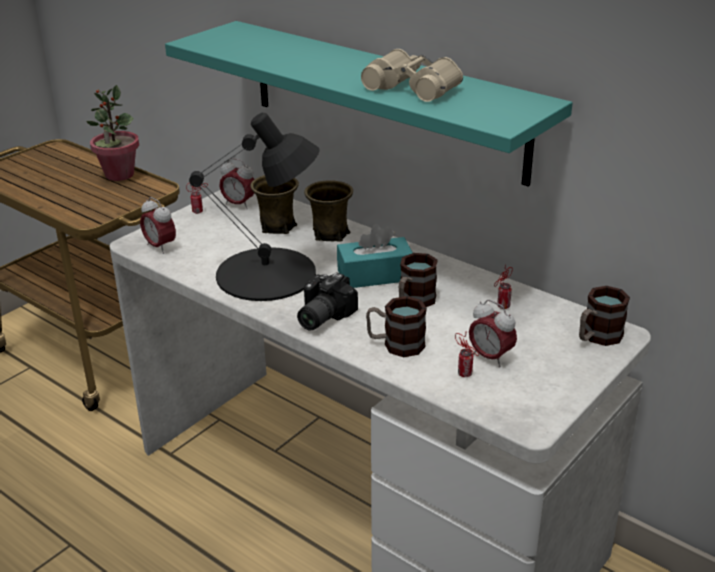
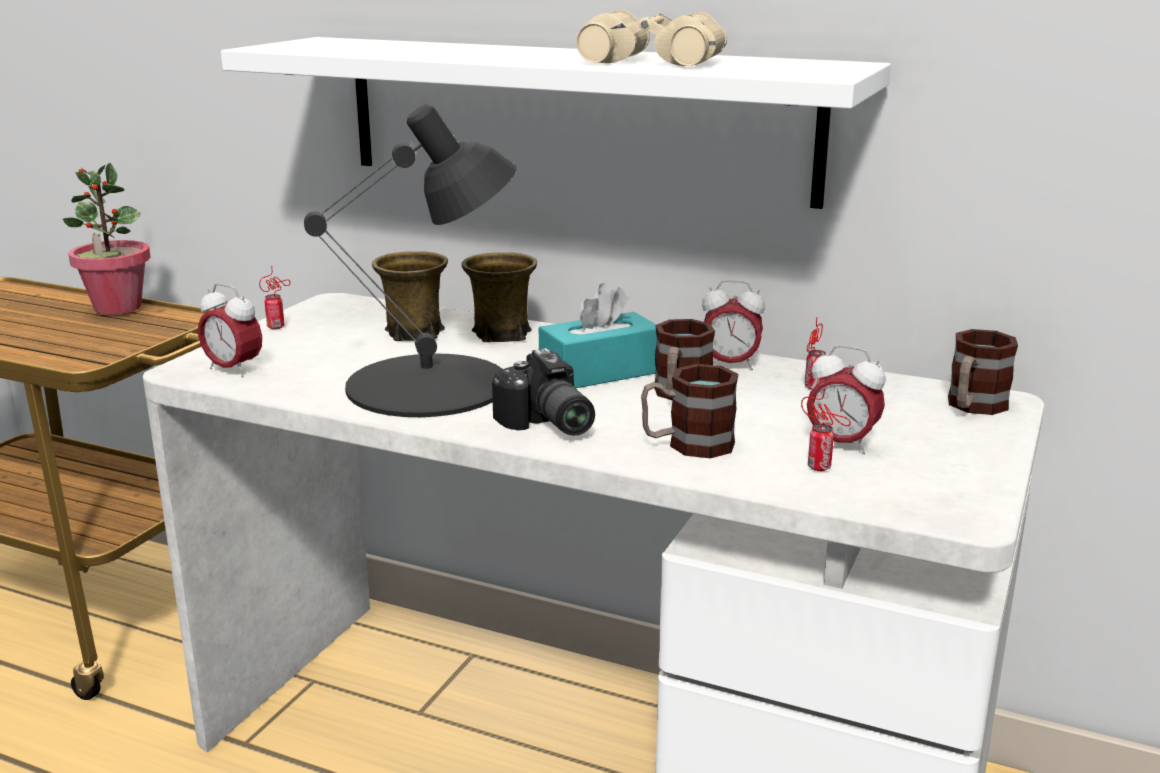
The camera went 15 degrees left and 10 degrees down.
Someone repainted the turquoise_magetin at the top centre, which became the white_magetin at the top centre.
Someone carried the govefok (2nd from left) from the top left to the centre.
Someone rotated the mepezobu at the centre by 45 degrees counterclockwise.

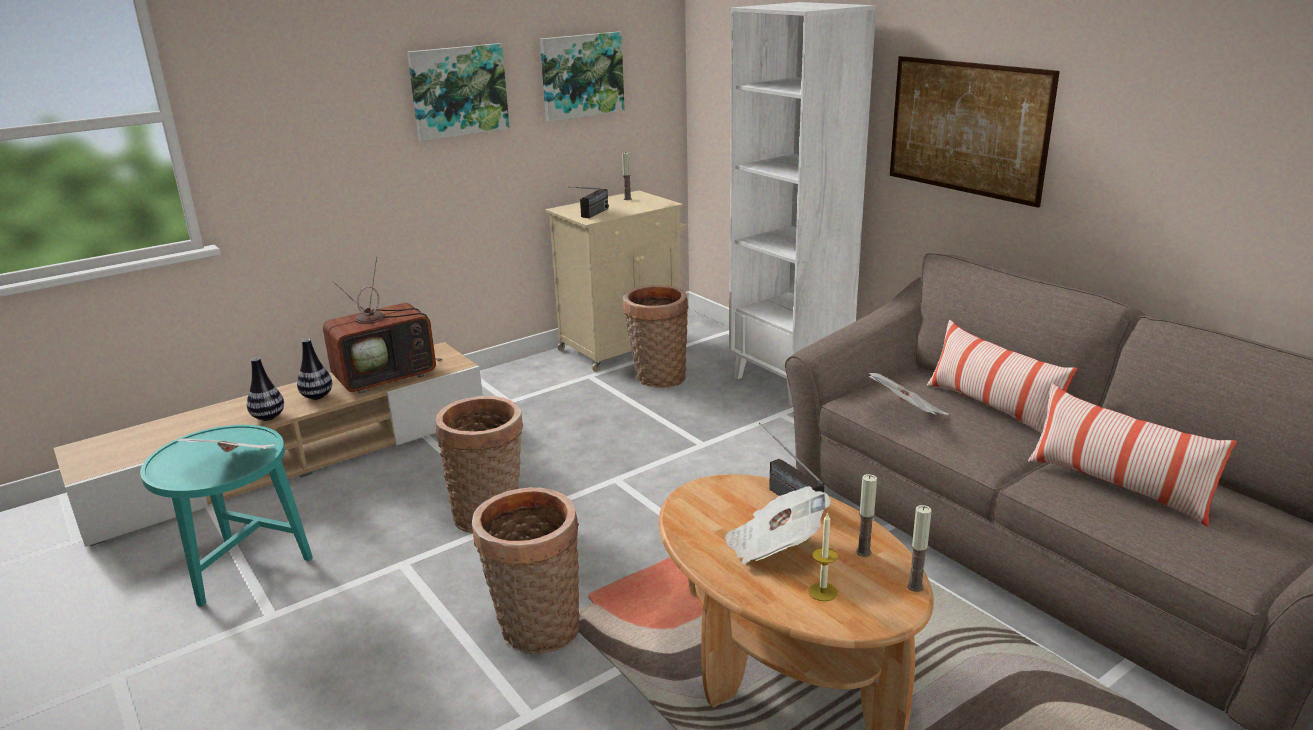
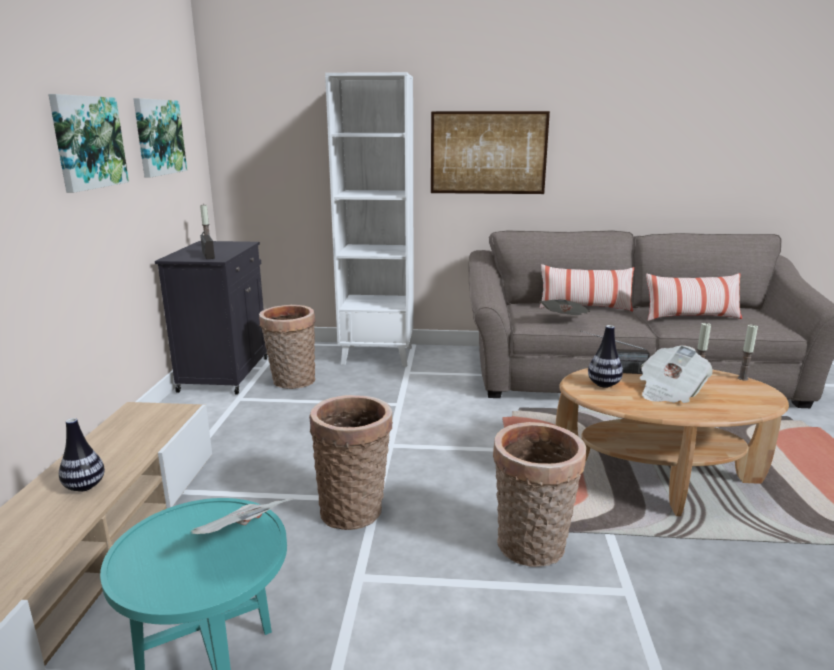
The camera went 50 degrees left and 5 degrees down.
Someone carried the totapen (1st from left in the first image) from the middle left to the middle right.
Someone took away the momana at the middle left.
Someone repainted the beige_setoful at the centre, which became the black_setoful at the middle left.
Someone took away the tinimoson (2nd from left) at the bottom centre.

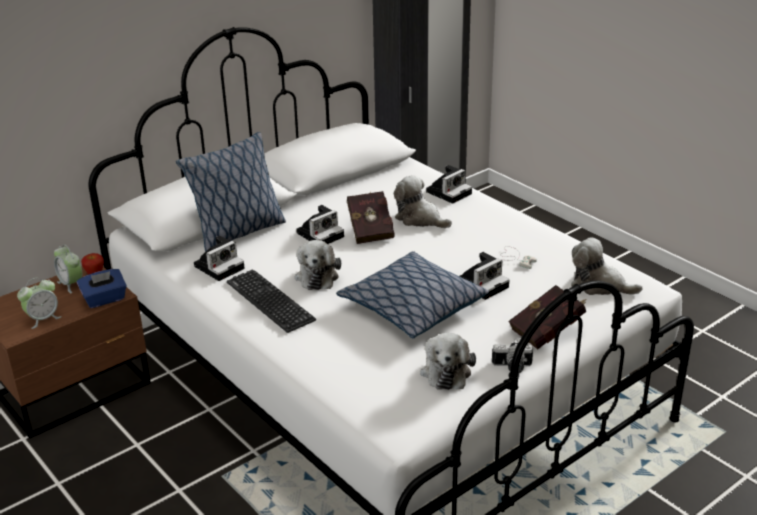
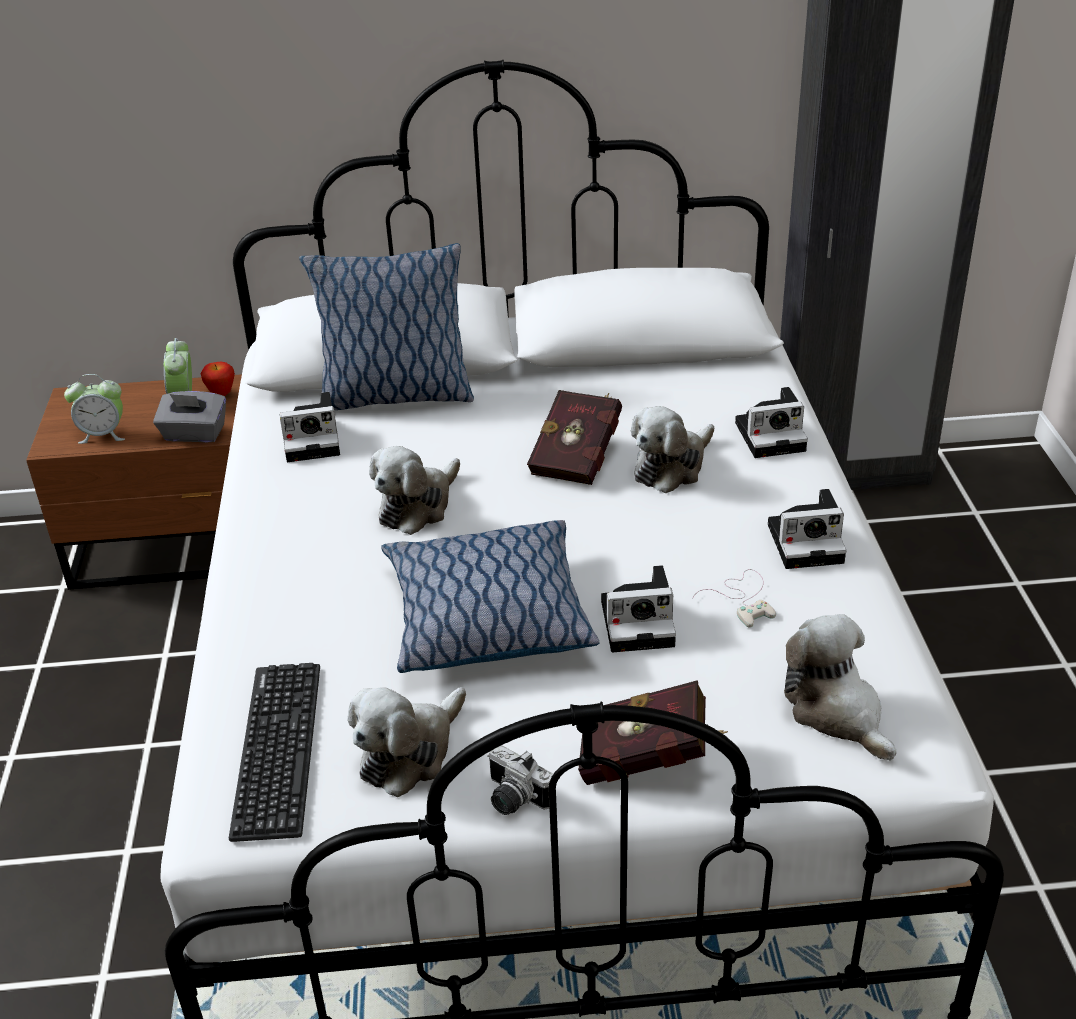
The camera went 35 degrees right and 5 degrees up.
Someone repainted the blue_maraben at the middle left, which became the grey_maraben at the middle left.
Someone carried the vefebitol from the centre to the bottom left.
Someone carried the mepezobu (2nd from left in the first image) from the centre to the middle right.
Someone rotated the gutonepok (2nd from left in the first image) at the centre by 120 degrees counterclockwise.

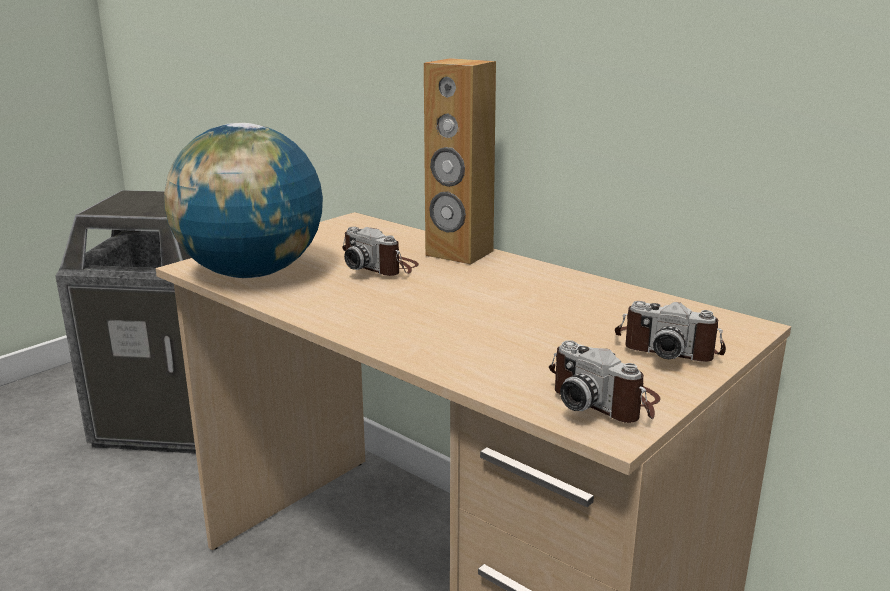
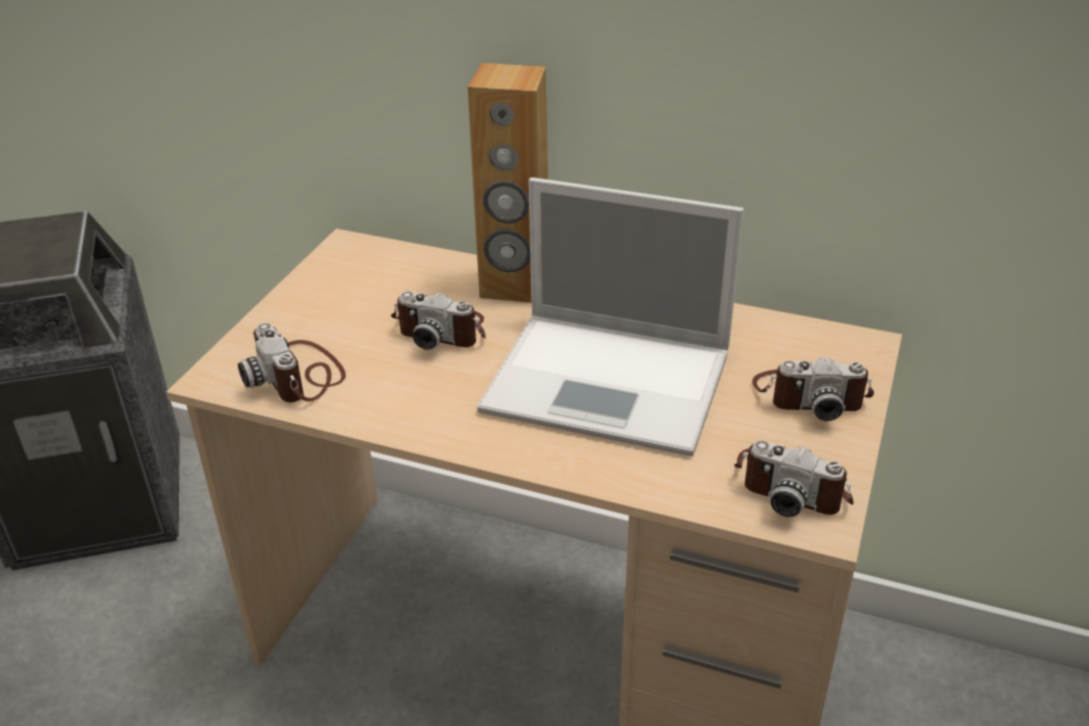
The camera went 20 degrees left and 15 degrees up.
Someone swapped the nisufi at the middle left for the mepezobu (1st from left) at the middle left.
Someone put down the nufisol at the centre.

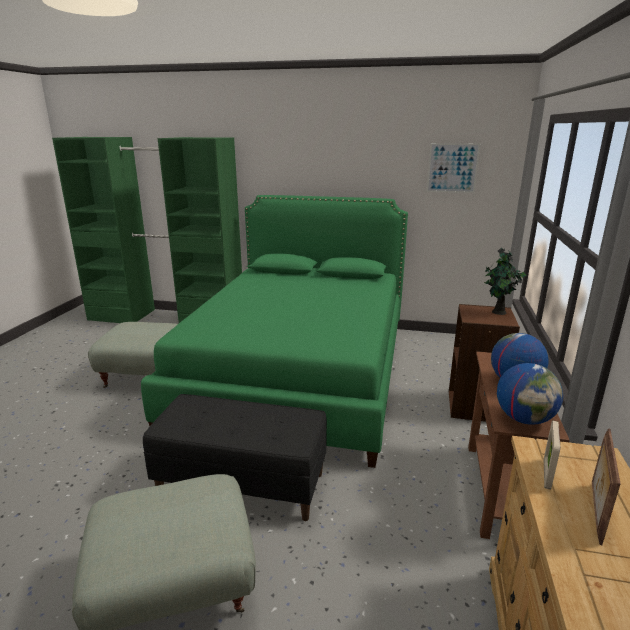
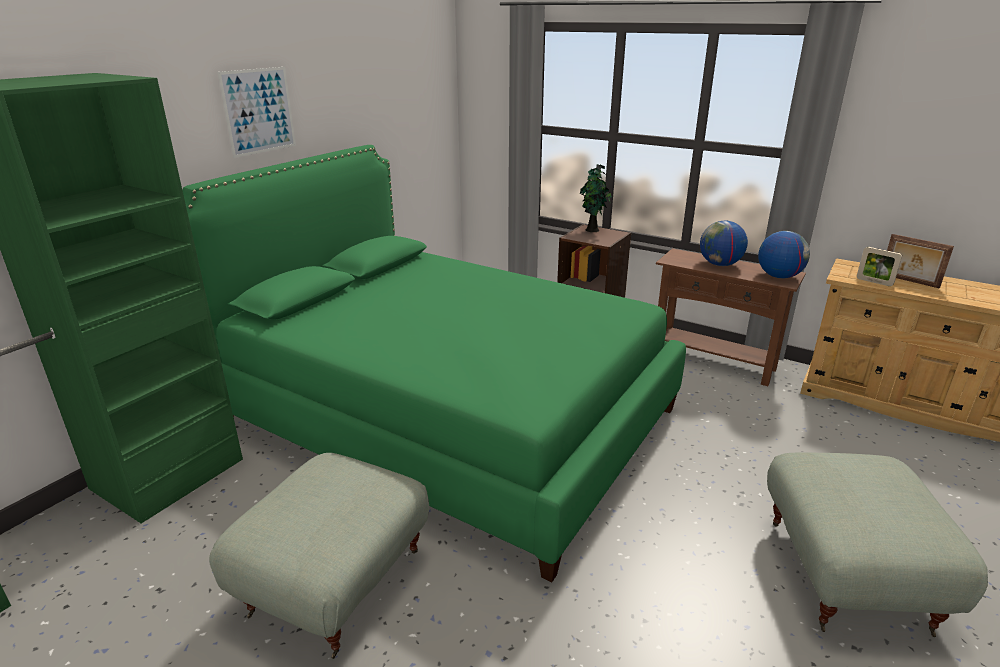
The camera went 70 degrees left and 5 degrees up.
Someone took away the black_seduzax at the bottom centre.
Someone carried the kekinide from the top right to the top left.

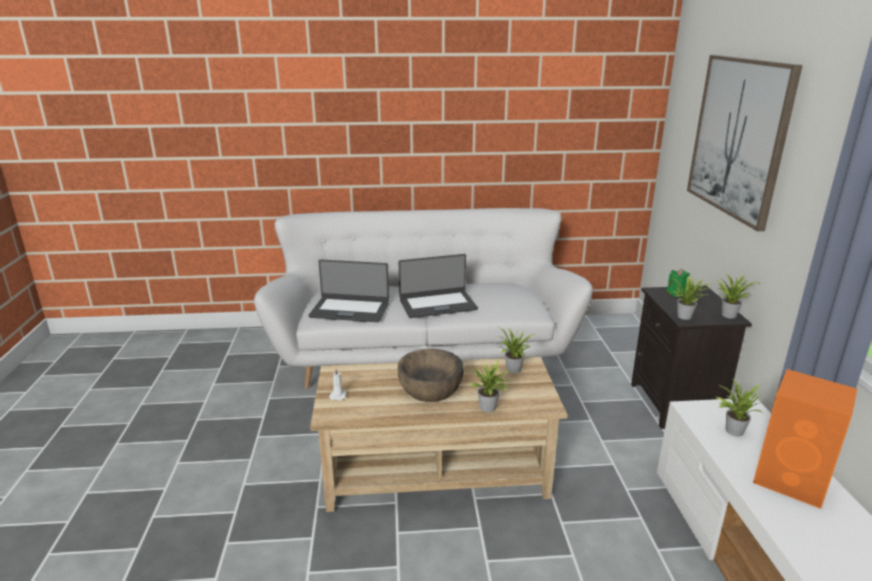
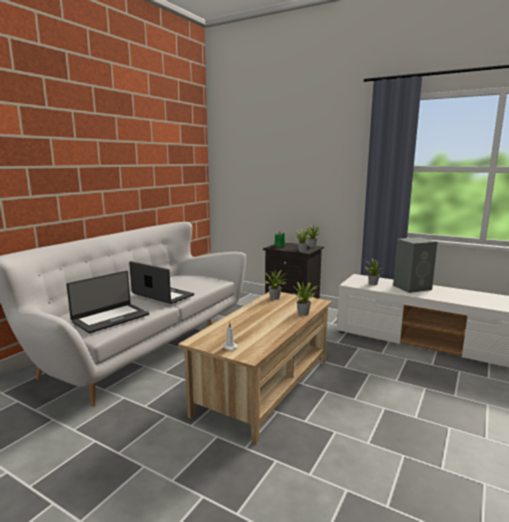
The camera went 55 degrees left and 10 degrees down.
Someone took away the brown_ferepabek at the centre.
Someone rotated the nufisol (2nd from left) at the centre by 75 degrees counterclockwise.
Someone took away the kekinide at the top right.
Someone repainted the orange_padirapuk at the bottom right, which became the grey_padirapuk at the middle right.

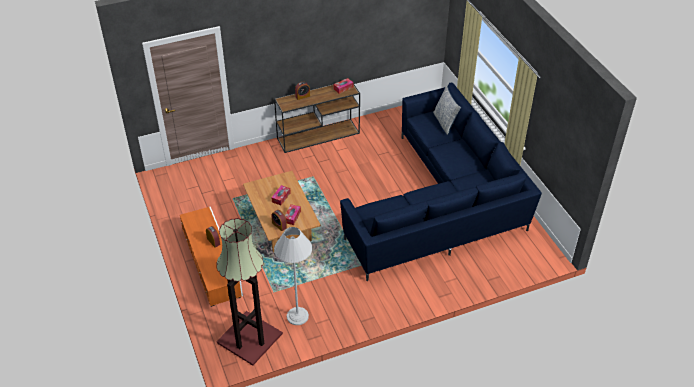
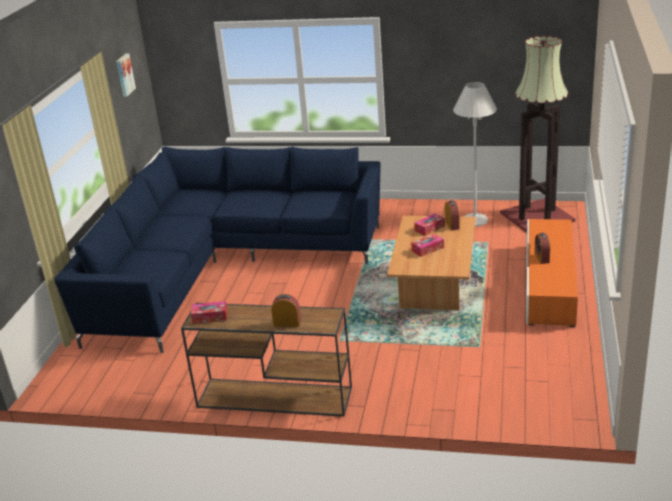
The camera went 145 degrees left and 15 degrees down.
Someone took away the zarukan at the top centre.
Someone put up the kekinide at the top left.

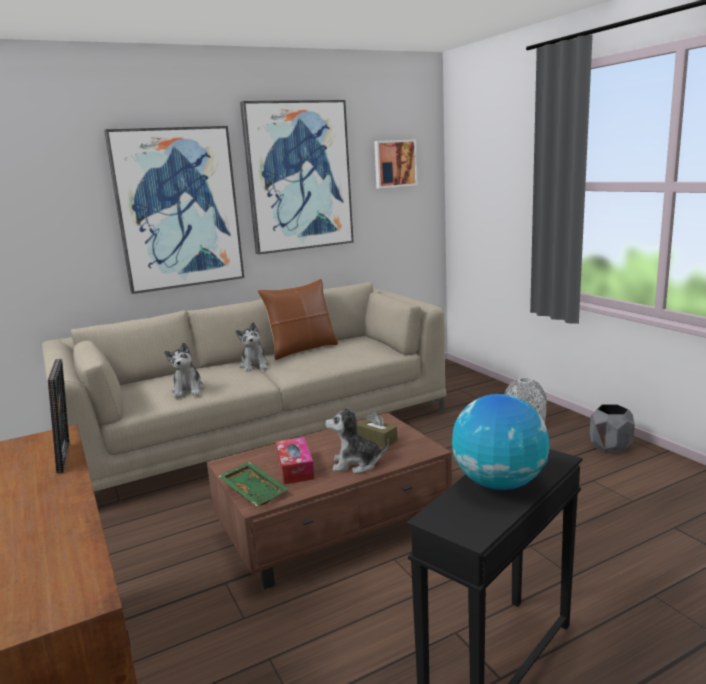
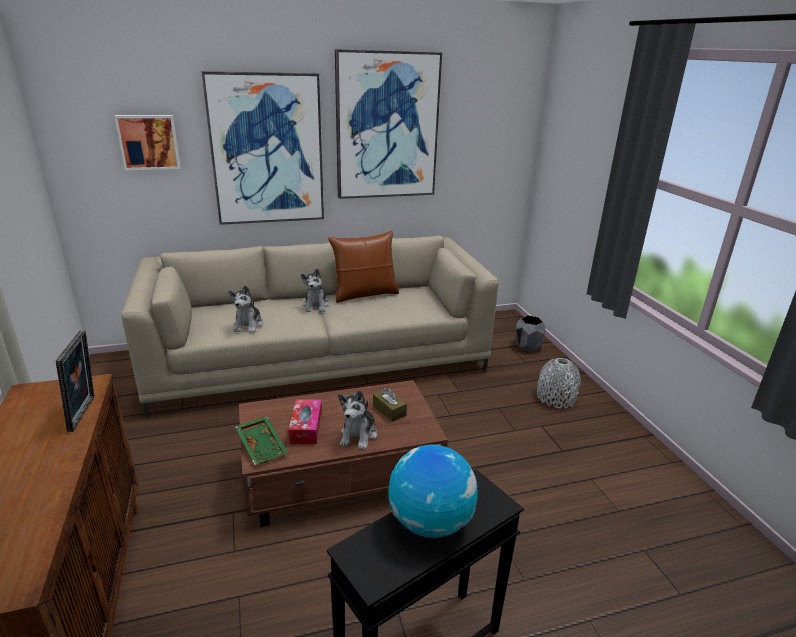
The camera went 10 degrees right and 10 degrees up.
Someone rotated the gutonepok (3rd from left) at the centre by 90 degrees counterclockwise.
Someone carried the kekinide (3rd from left in the first image) from the top centre to the top left.
Someone carried the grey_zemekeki from the middle right to the centre.

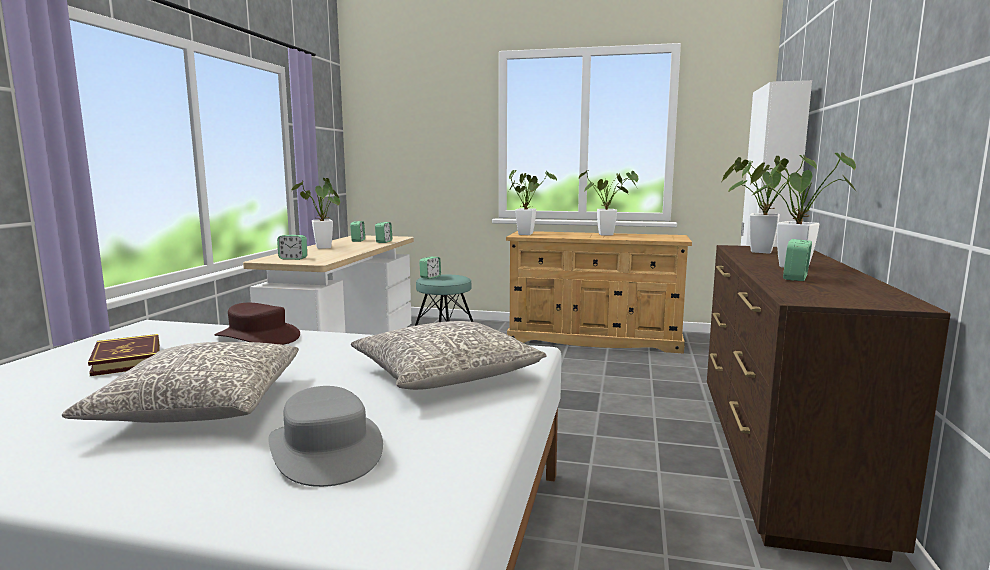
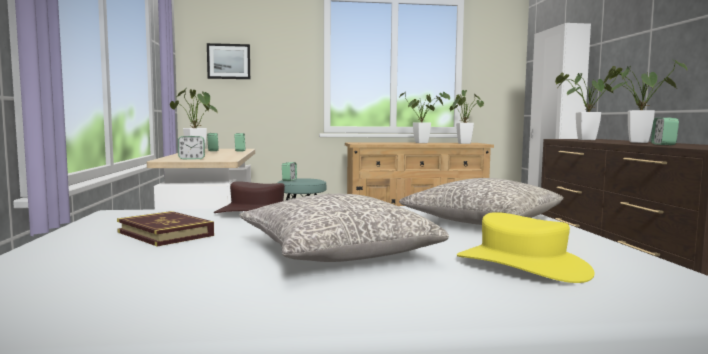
The camera went 20 degrees left and 5 degrees down.
Someone repainted the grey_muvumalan at the bottom left, which became the yellow_muvumalan at the bottom right.
Someone carried the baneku (2nd from left in the first image) from the centre to the top centre.
Someone put up the kekinide at the top left.

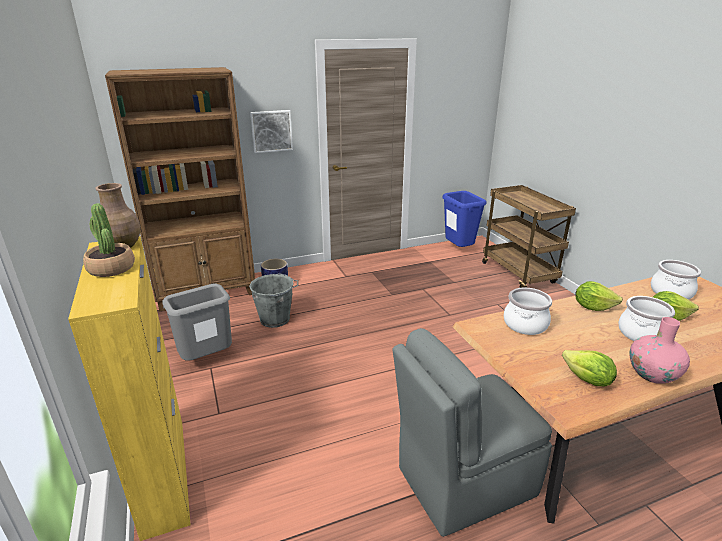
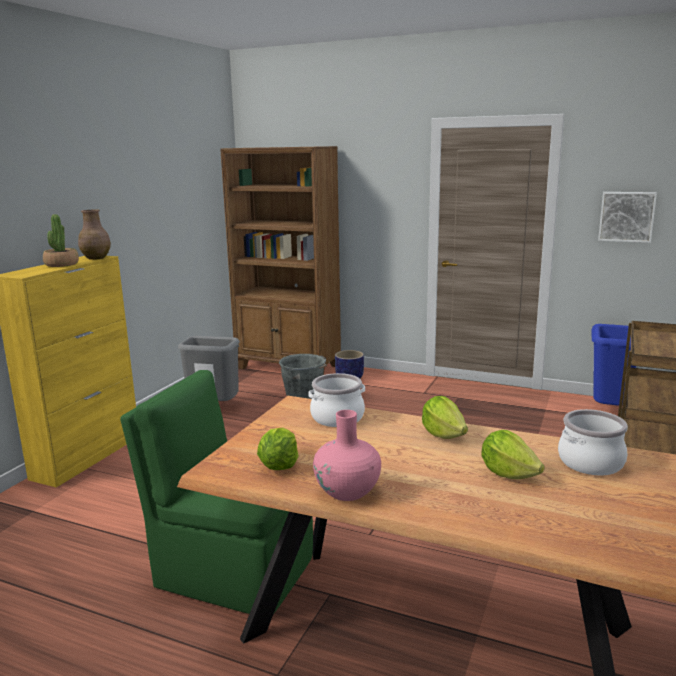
The camera went 45 degrees right and 10 degrees down.
Someone carried the kekinide from the top centre to the top right.
Someone repainted the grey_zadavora at the bottom centre, which became the green_zadavora at the bottom left.
Someone took away the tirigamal (2nd from left) at the middle right.

